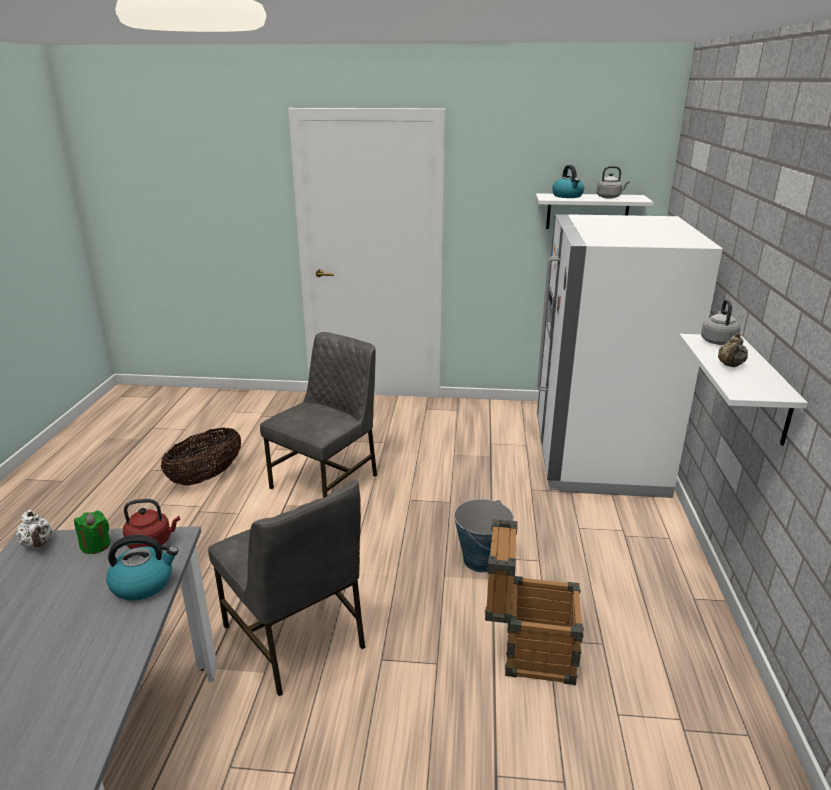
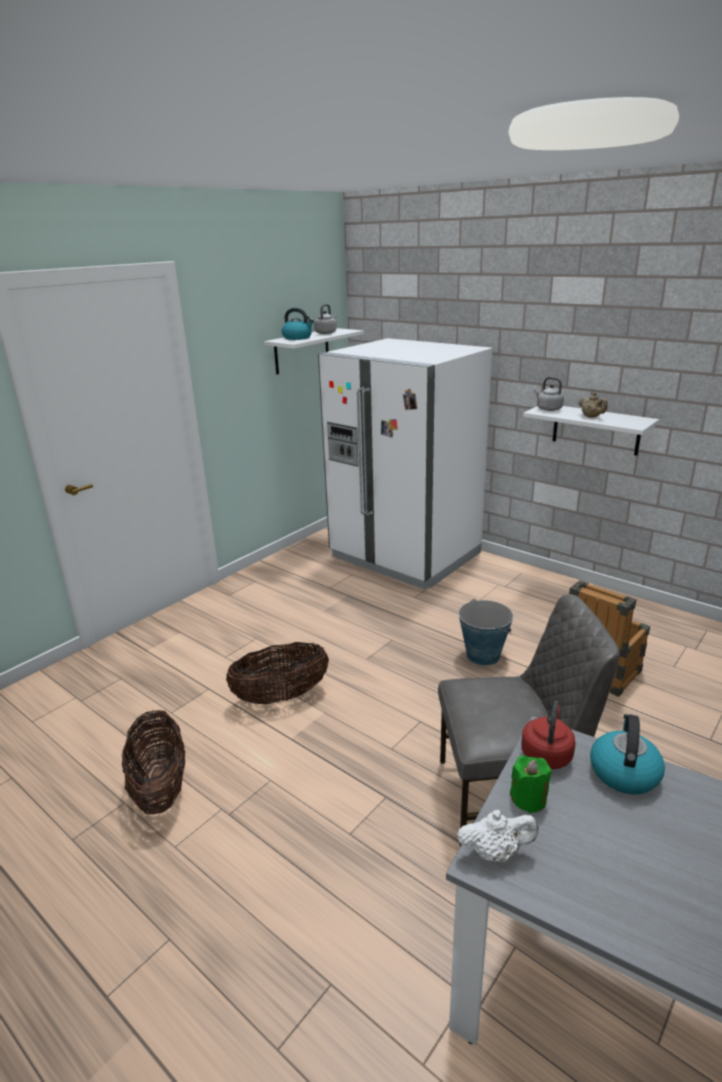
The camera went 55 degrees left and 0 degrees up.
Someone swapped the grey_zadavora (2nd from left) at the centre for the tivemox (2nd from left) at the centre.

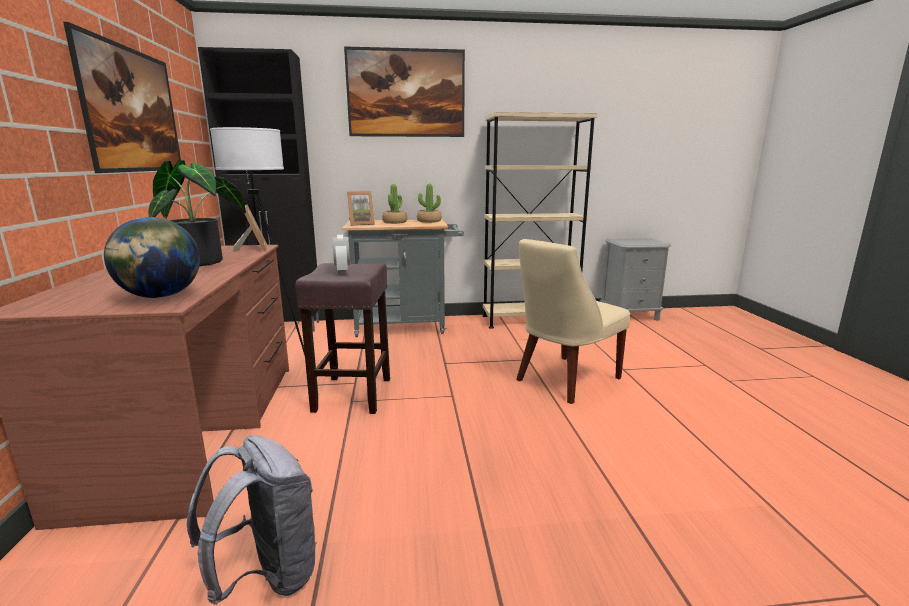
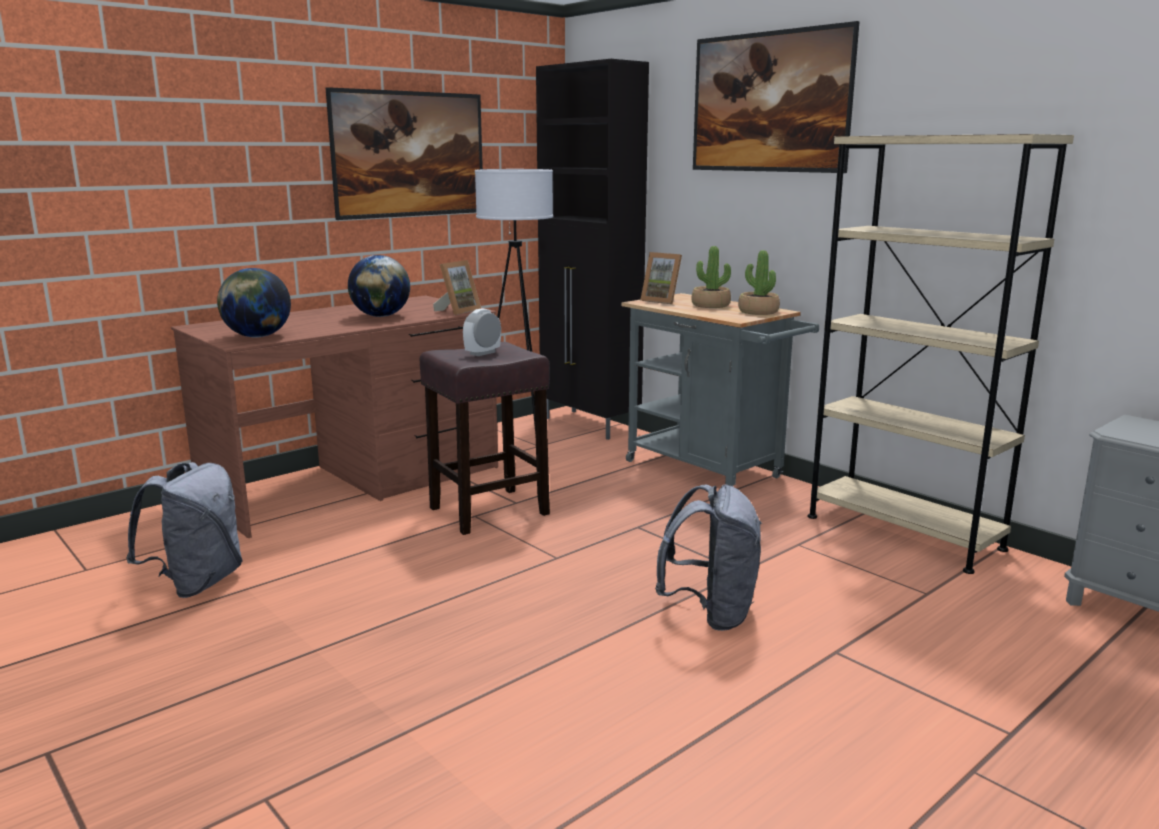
The camera went 55 degrees right and 0 degrees up.
Someone swapped the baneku (1st from left) at the middle left for the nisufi (2nd from left) at the middle left.
Someone swapped the beige_zadavora at the centre for the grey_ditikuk (2nd from left) at the bottom centre.

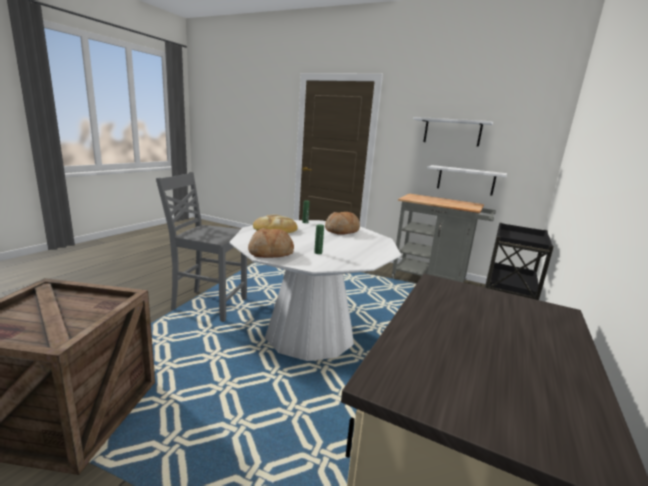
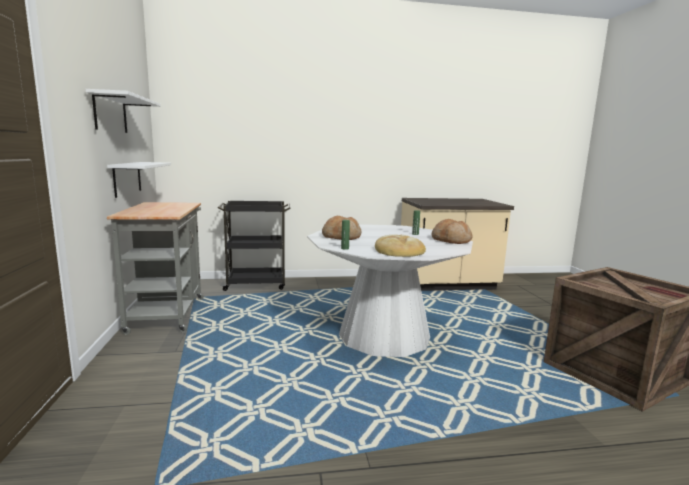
The camera went 125 degrees left and 5 degrees down.
Someone took away the grey_zadavora at the middle left.

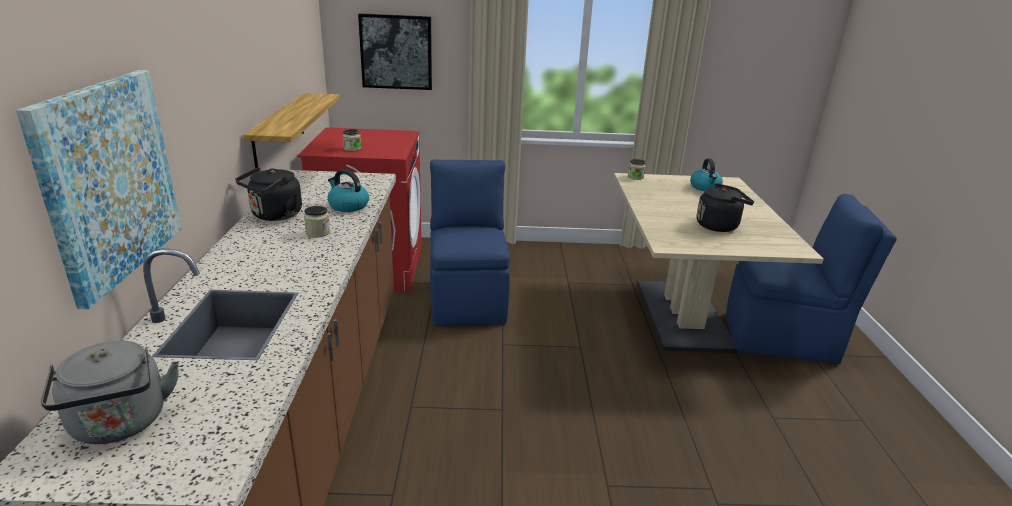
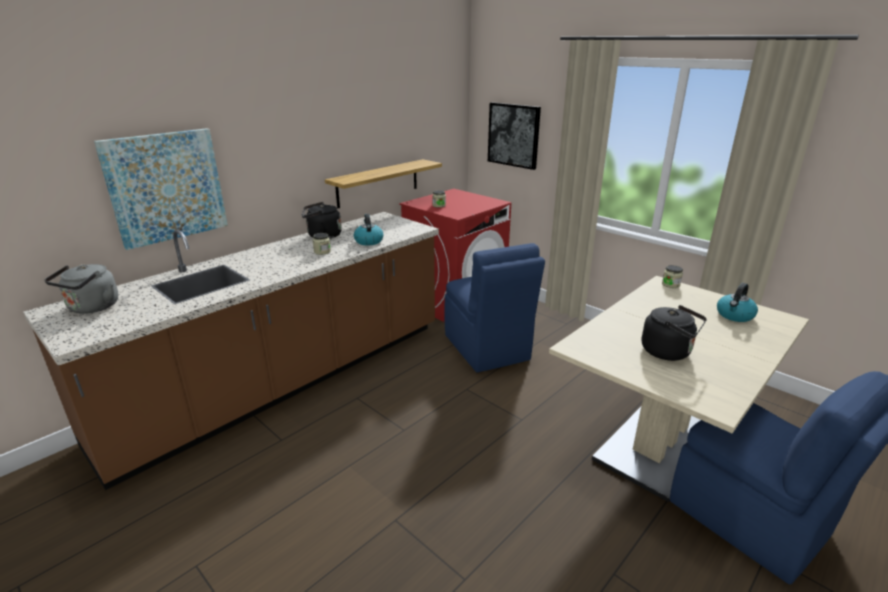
The camera went 45 degrees right and 0 degrees up.
Someone rotated the blue_zadavora (1st from left) at the centre by 120 degrees clockwise.

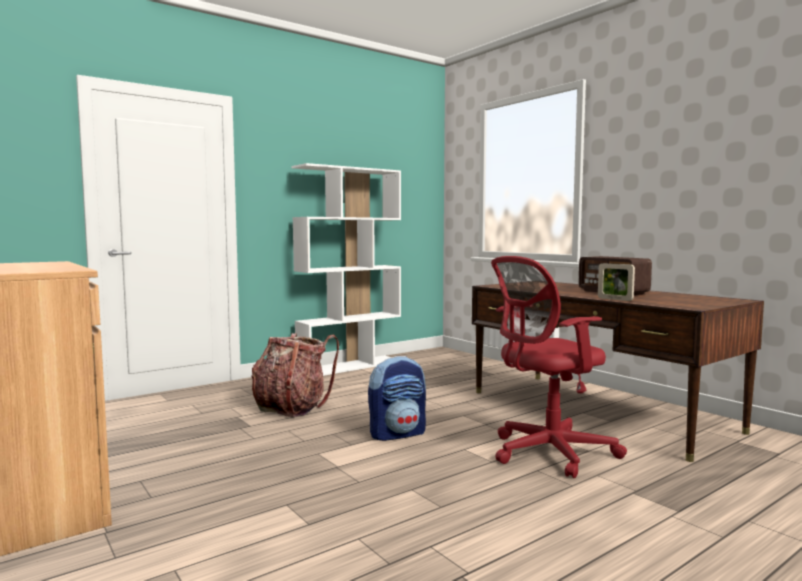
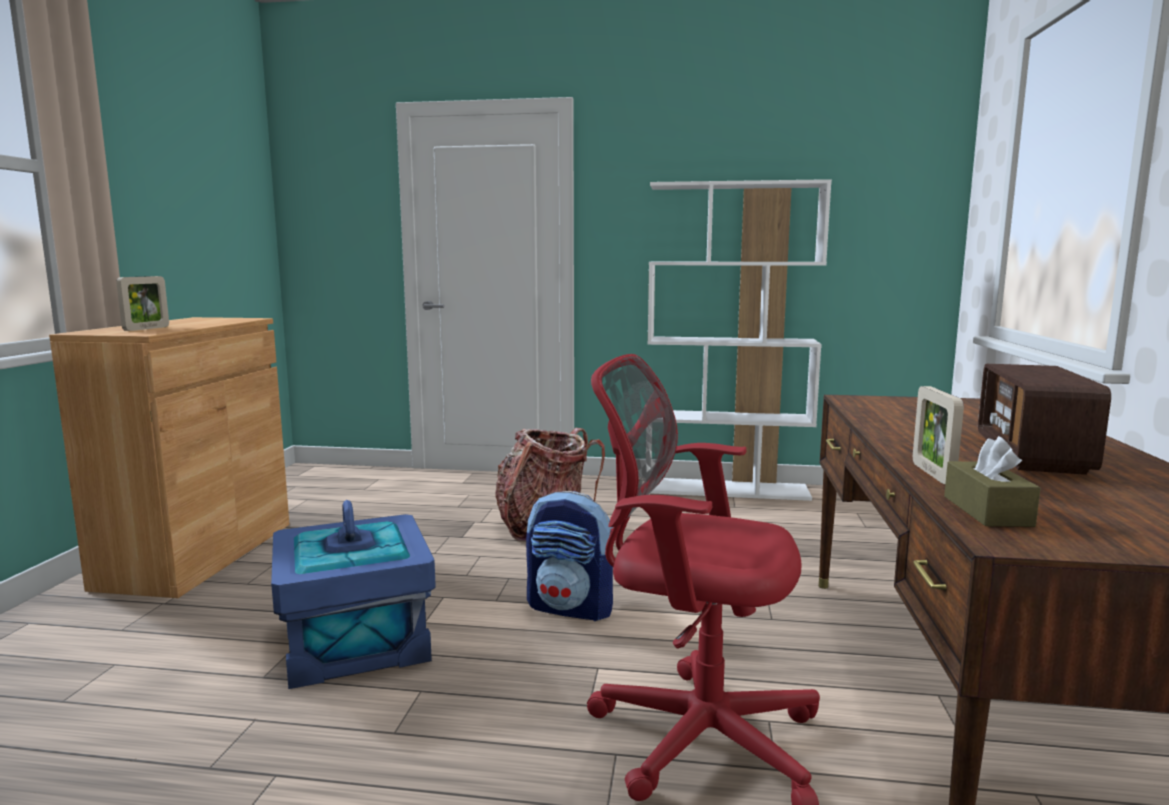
The camera went 45 degrees right and 5 degrees up.
Someone put down the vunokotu (1st from left) at the middle left.
Someone put down the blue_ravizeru at the bottom left.
Someone put down the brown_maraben at the middle right.

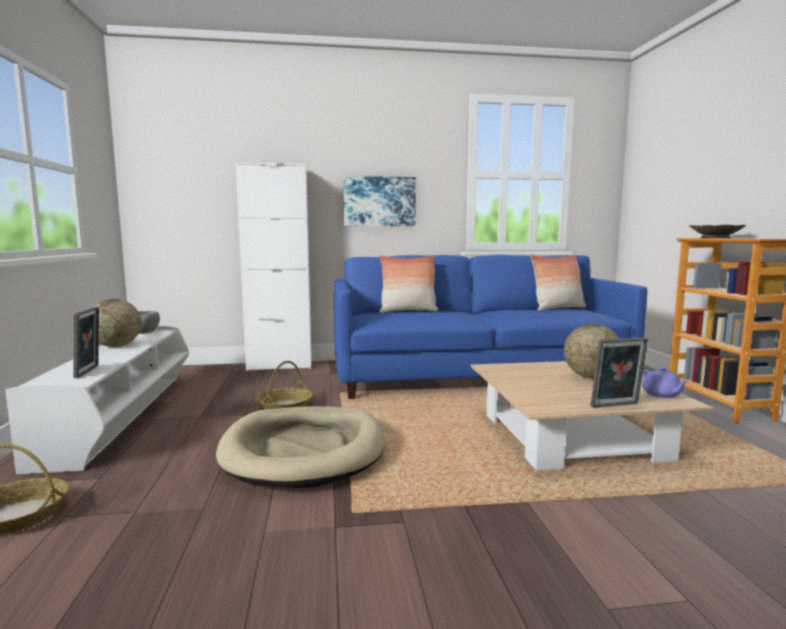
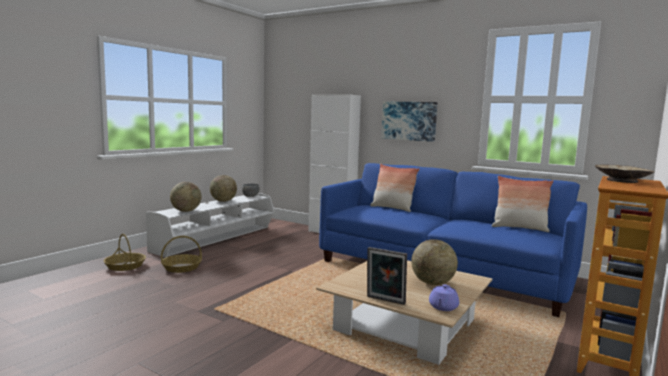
The camera went 40 degrees right and 0 degrees up.
Someone swapped the vunokotu (1st from left) at the middle left for the nisufi (1st from left) at the middle left.
Someone took away the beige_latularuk at the bottom centre.
Someone carried the tivemox (2nd from left) from the centre to the bottom left.

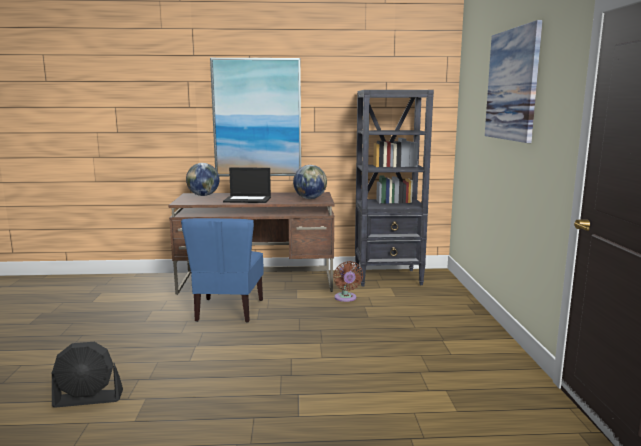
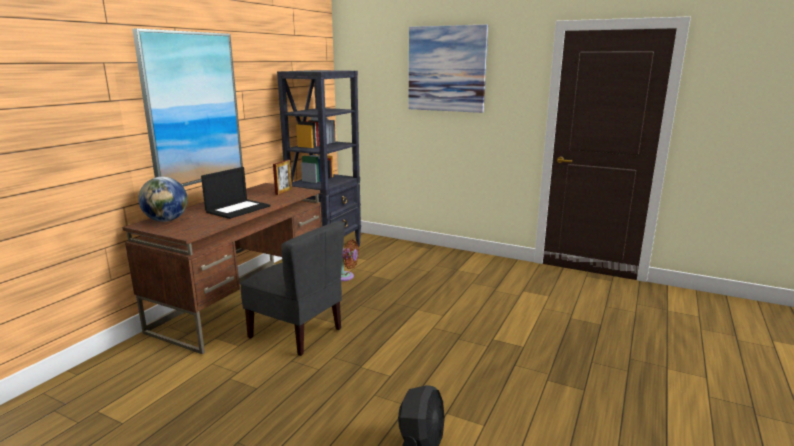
The camera went 60 degrees left and 5 degrees up.
Someone repainted the blue_zadavora at the centre, which became the grey_zadavora at the centre.
Someone swapped the nisufi (2nd from left) at the centre for the vunokotu at the centre.

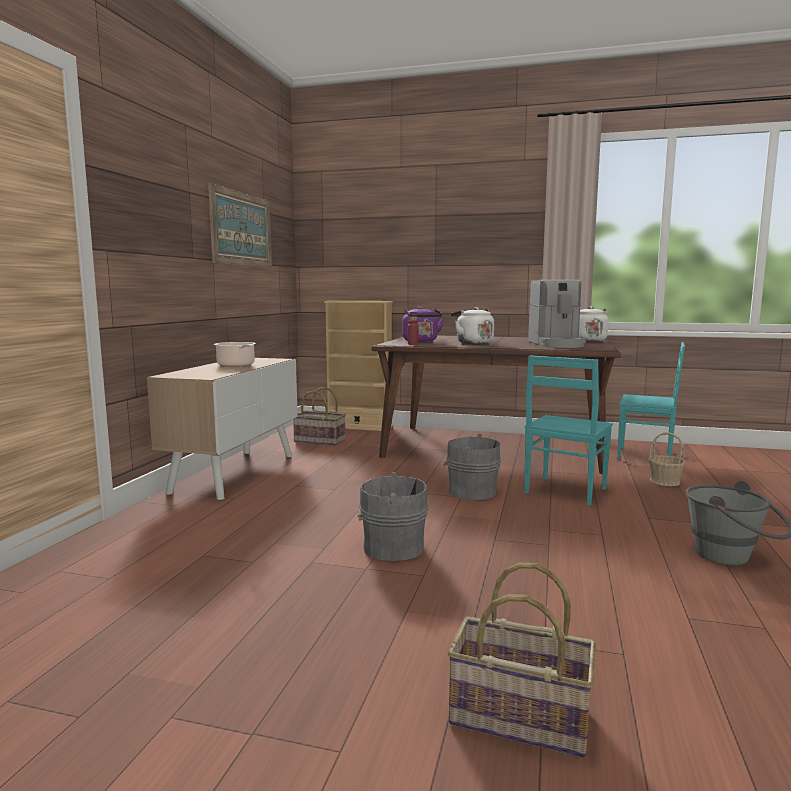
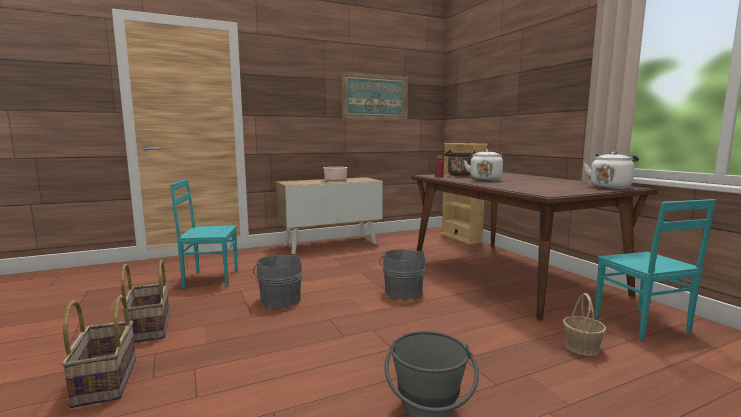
The camera went 50 degrees right and 0 degrees up.
Someone carried the tivemox (1st from left in the first image) from the centre to the bottom left.
Someone repainted the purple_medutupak at the centre, which became the brown_medutupak at the centre.
Someone carried the turquoise_zadavora (1st from left) from the middle right to the middle left.
Someone took away the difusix at the middle right.

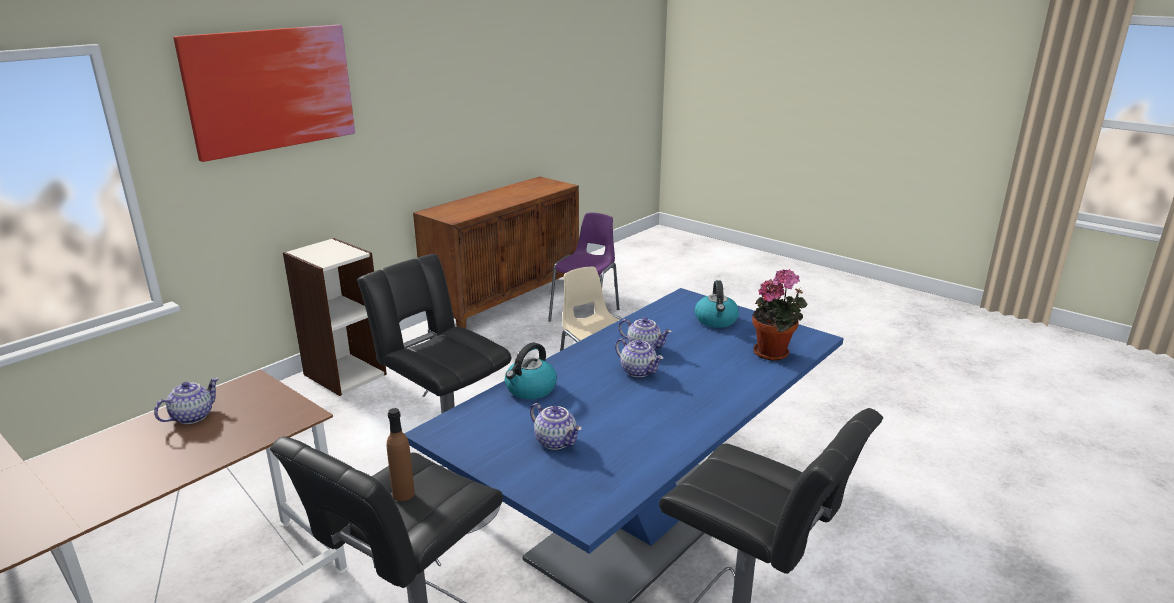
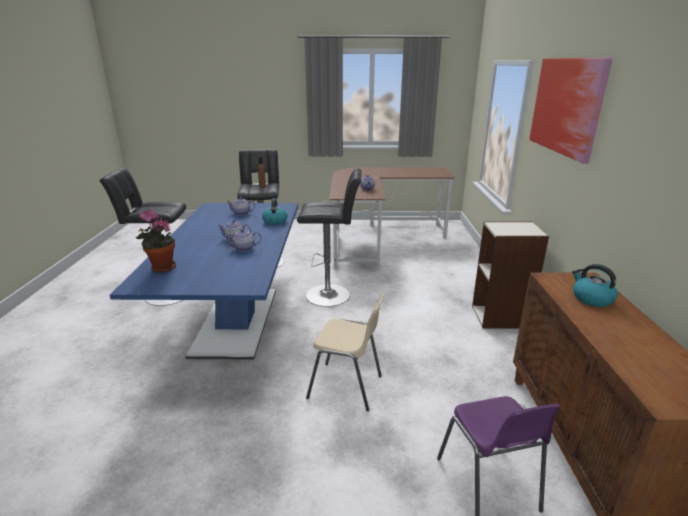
The camera went 140 degrees right and 0 degrees up.
Someone carried the medutupak (2nd from left) from the centre to the middle right.

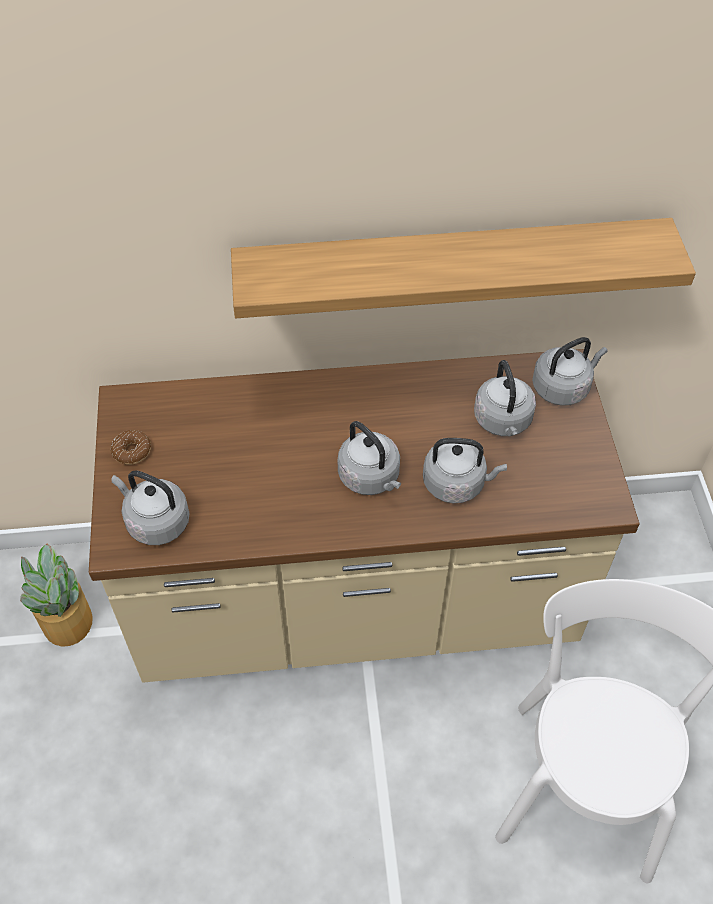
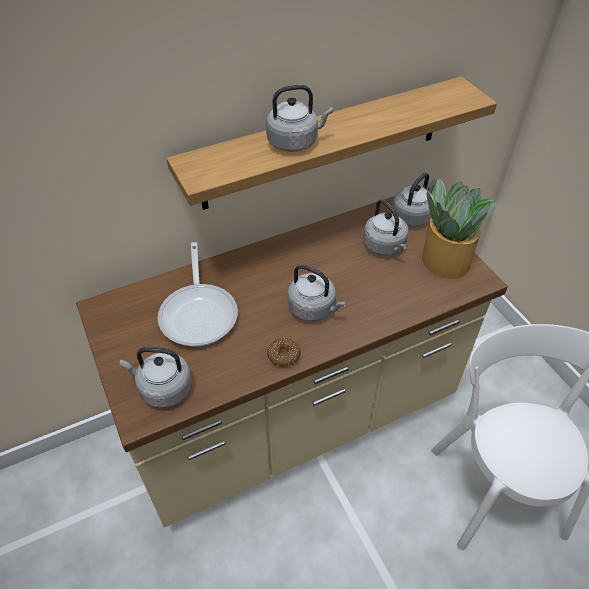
The camera went 20 degrees left and 5 degrees down.
Someone carried the baneku from the middle left to the middle right.
Someone carried the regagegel from the middle left to the centre.
Someone carried the grey_medutupak (3rd from left in the first image) from the centre to the top centre.
Someone put down the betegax at the centre.

